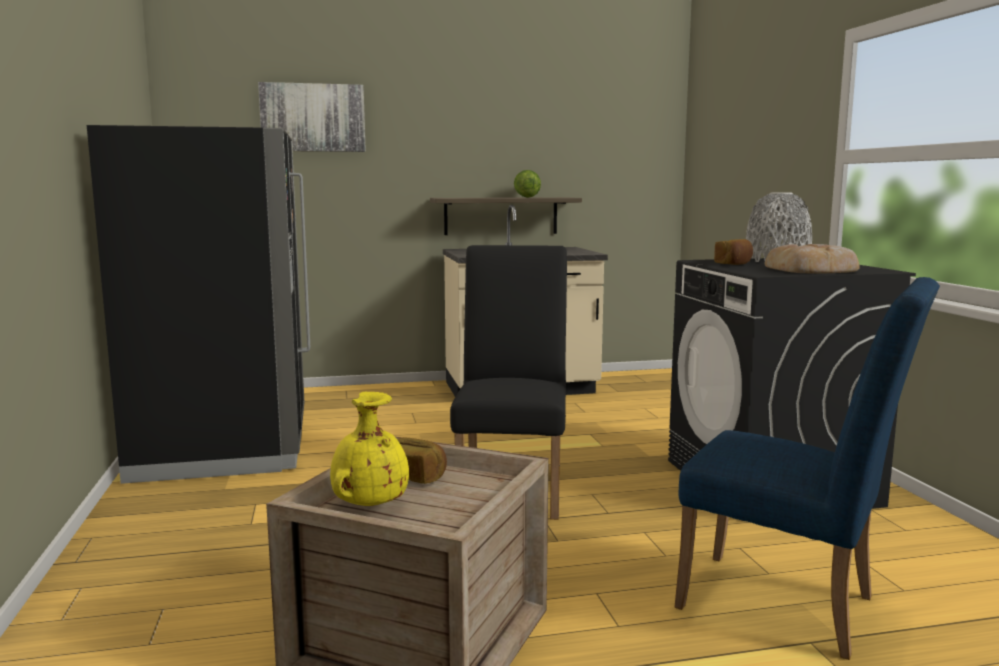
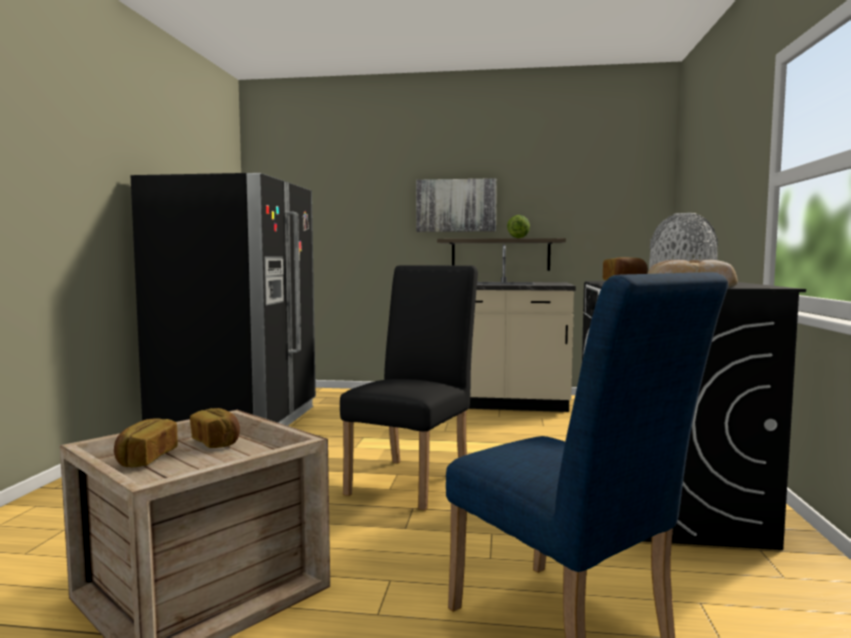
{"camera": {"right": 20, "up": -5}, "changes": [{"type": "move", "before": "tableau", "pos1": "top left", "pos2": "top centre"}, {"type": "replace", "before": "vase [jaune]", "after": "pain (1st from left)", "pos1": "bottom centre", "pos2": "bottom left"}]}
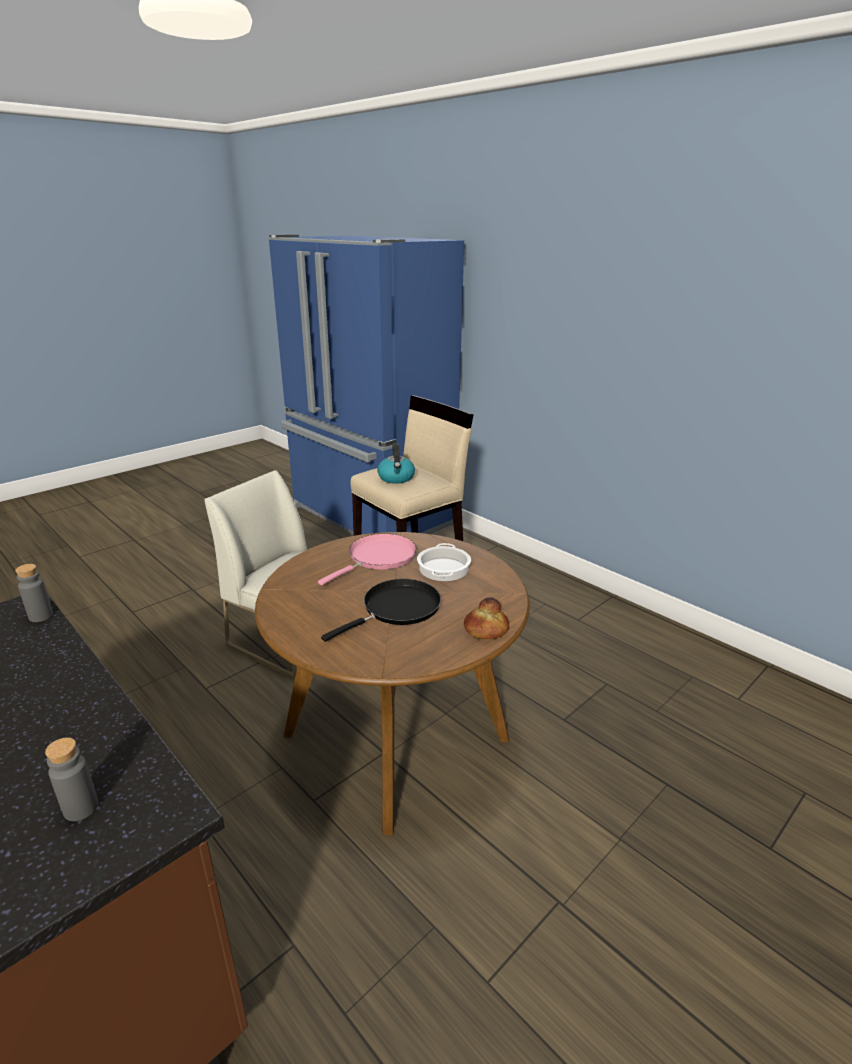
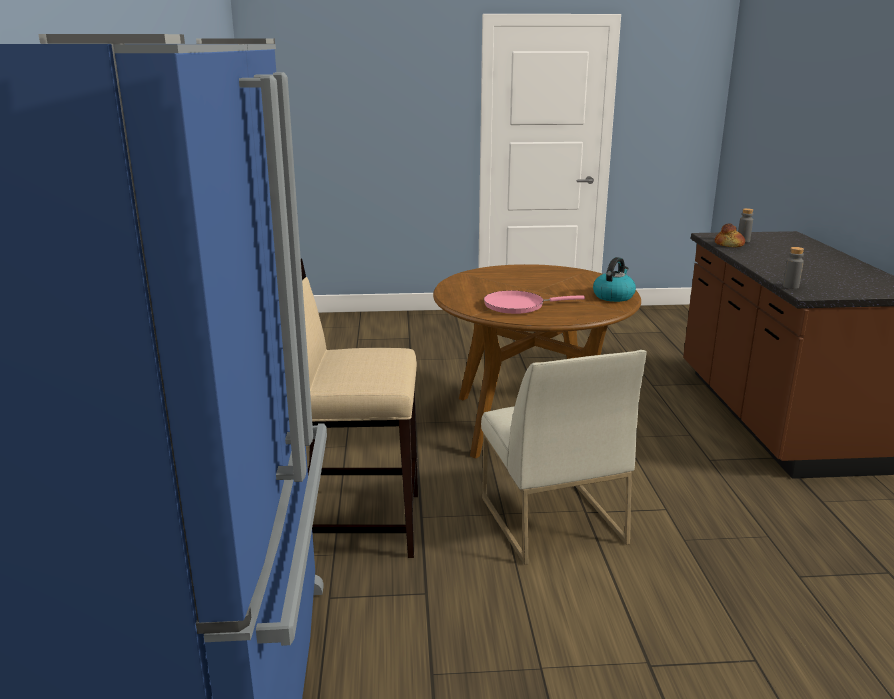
{"camera": {"right": -140, "up": -5}, "changes": [{"type": "move", "before": "bouilloire", "pos1": "centre", "pos2": "middle right"}, {"type": "delete", "before": "marmite", "pos1": "centre"}, {"type": "delete", "before": "poêle [noir]", "pos1": "centre"}, {"type": "move", "before": "pain", "pos1": "centre", "pos2": "middle right"}]}
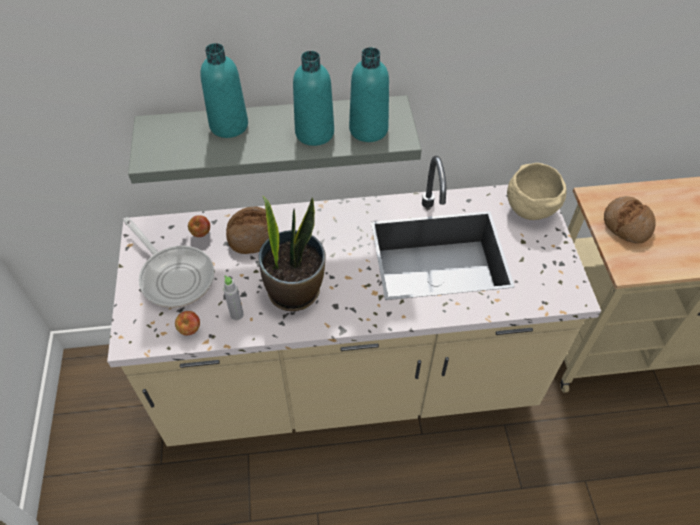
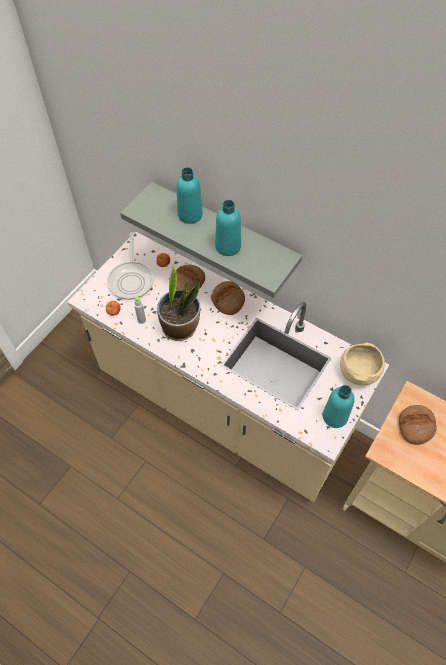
{"camera": {"right": 40, "up": 5}, "changes": [{"type": "move", "before": "bouteille [turquoise] (3rd from left)", "pos1": "top centre", "pos2": "middle right"}, {"type": "insert", "after": "pain (2nd from left)", "pos2": "centre"}]}
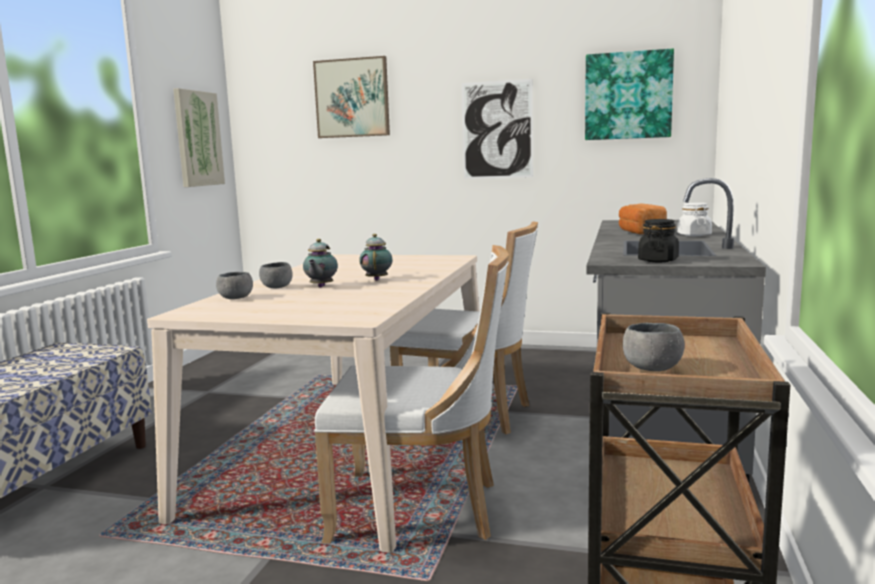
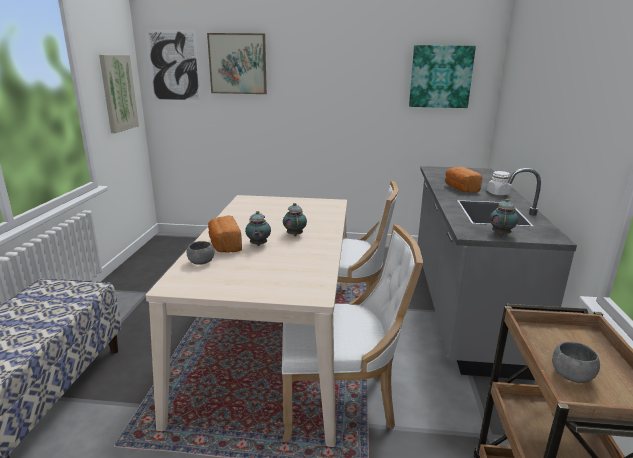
{"camera": {"right": -10, "up": 10}, "changes": [{"type": "move", "before": "tableau (3rd from left in the first image)", "after": "tableau (2nd from left)", "pos1": "top centre", "pos2": "top left"}, {"type": "replace", "before": "bocal [noir]", "after": "théière (3rd from left)", "pos1": "middle right", "pos2": "middle right"}, {"type": "replace", "before": "bol [gris] (2nd from left)", "after": "pain (1st from left)", "pos1": "middle left", "pos2": "centre"}]}
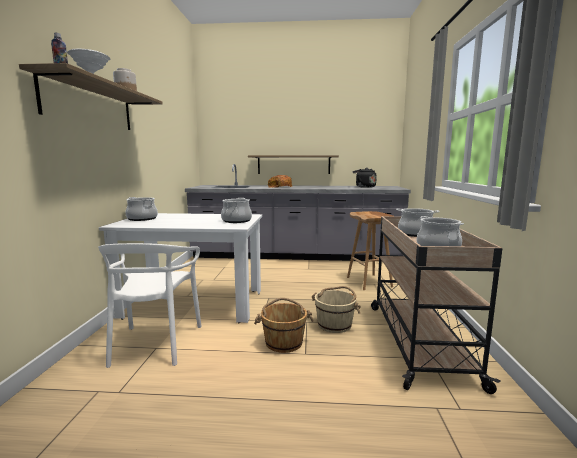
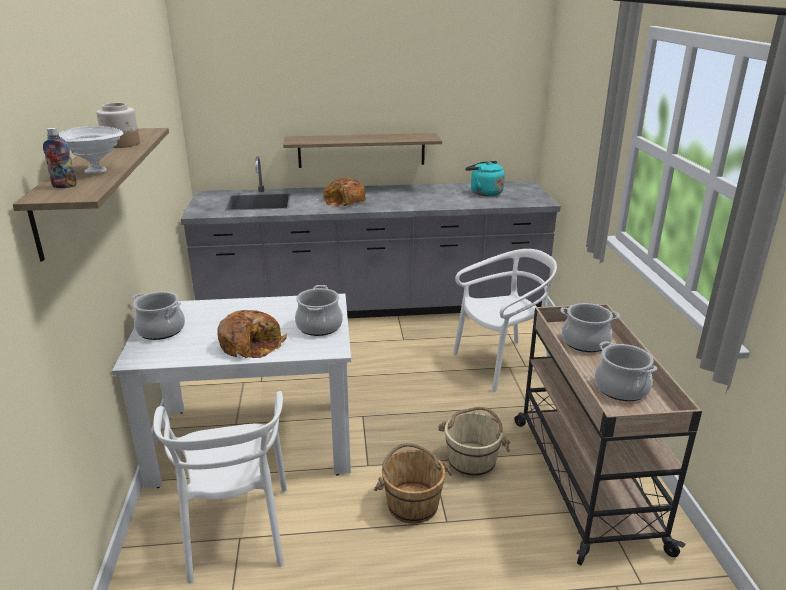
{"camera": {"right": -10, "up": 15}, "changes": [{"type": "recolor", "before": "bouilloire [noir]", "after": "bouilloire [turquoise]", "pos1": "centre", "pos2": "top centre"}, {"type": "replace", "before": "tabouret [marron]", "after": "chaise [blanc] (2nd from left)", "pos1": "centre", "pos2": "centre"}, {"type": "insert", "after": "pain (1st from left)", "pos2": "middle left"}]}
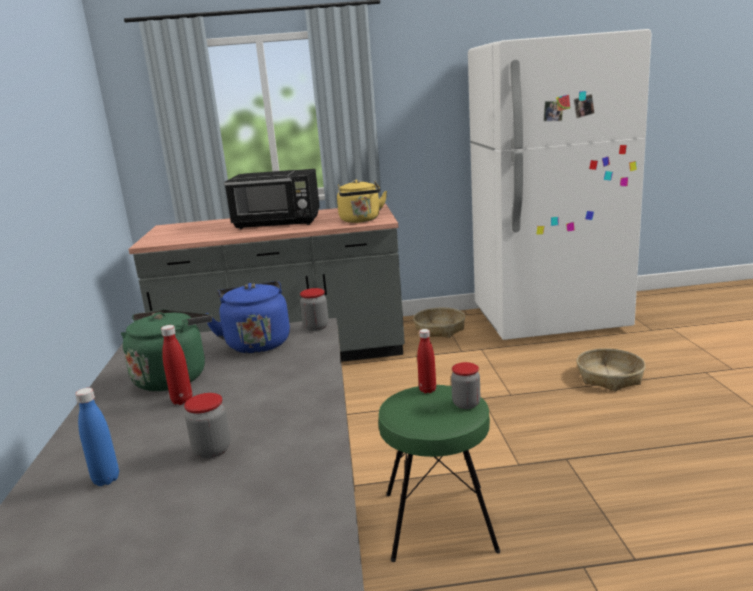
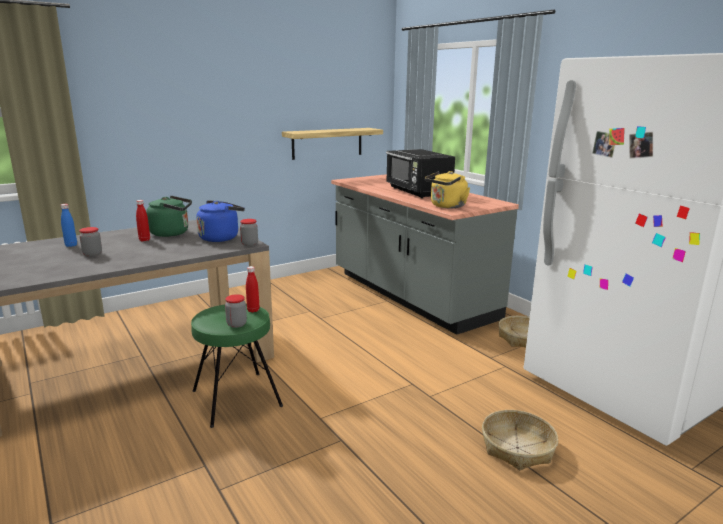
{"camera": {"right": 60, "up": 0}, "changes": [{"type": "insert", "after": "étagère", "pos2": "top centre"}]}
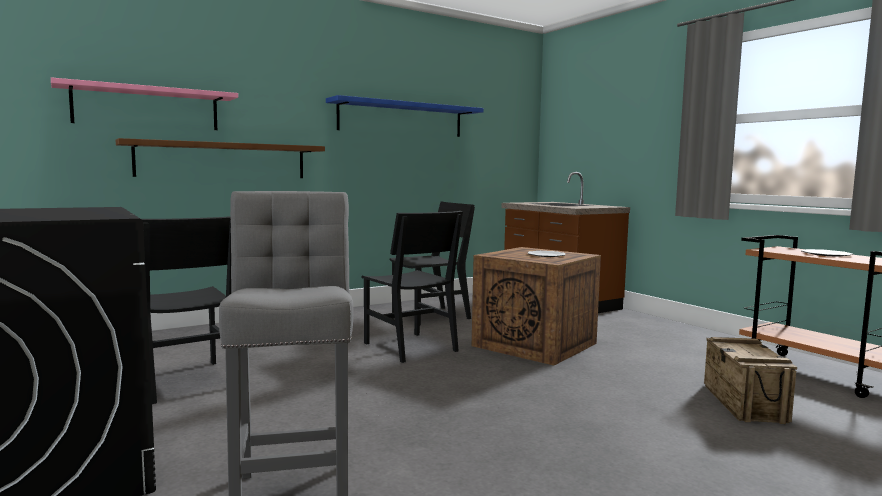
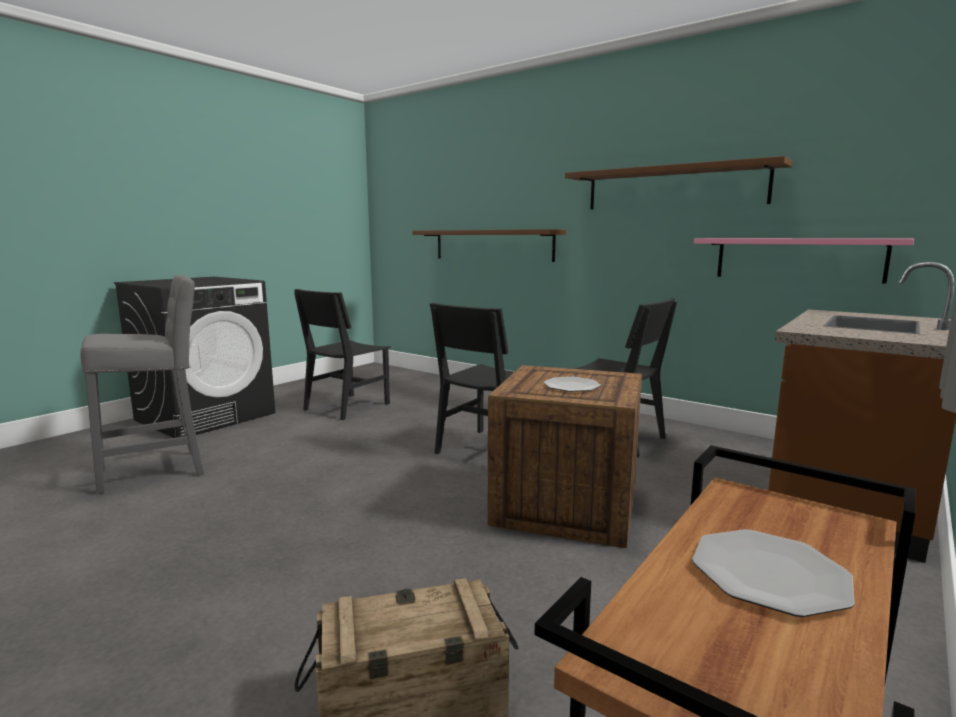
{"camera": {"right": 70, "up": 5}, "changes": [{"type": "move", "before": "étagère [rose]", "pos1": "top left", "pos2": "middle right"}, {"type": "recolor", "before": "étagère [bleu]", "after": "étagère [marron] (2nd from left)", "pos1": "top centre", "pos2": "top right"}]}
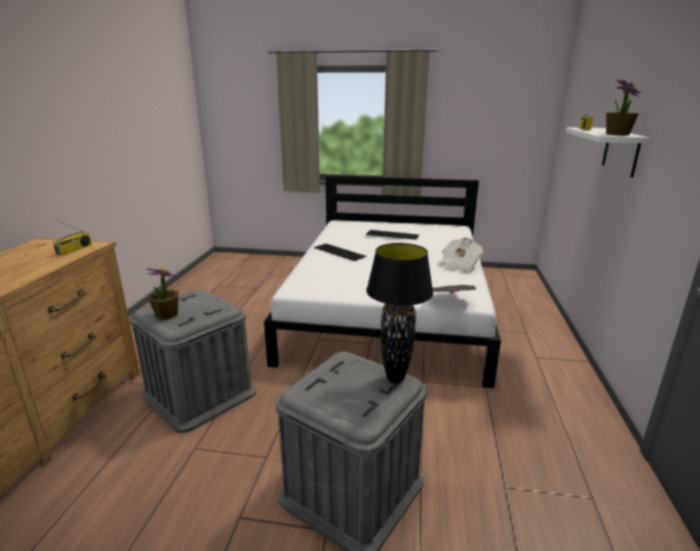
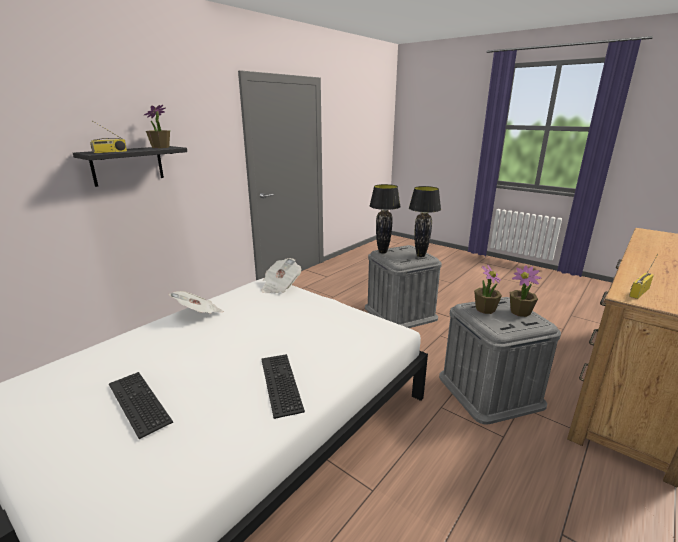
{"camera": {"right": -150, "up": 0}, "changes": [{"type": "recolor", "before": "étagère [blanc]", "after": "étagère [noir]", "pos1": "top right", "pos2": "top left"}, {"type": "insert", "after": "lampe de table [noir] (2nd from left)", "pos2": "centre"}, {"type": "insert", "after": "plante en pot (2nd from left)", "pos2": "middle right"}]}
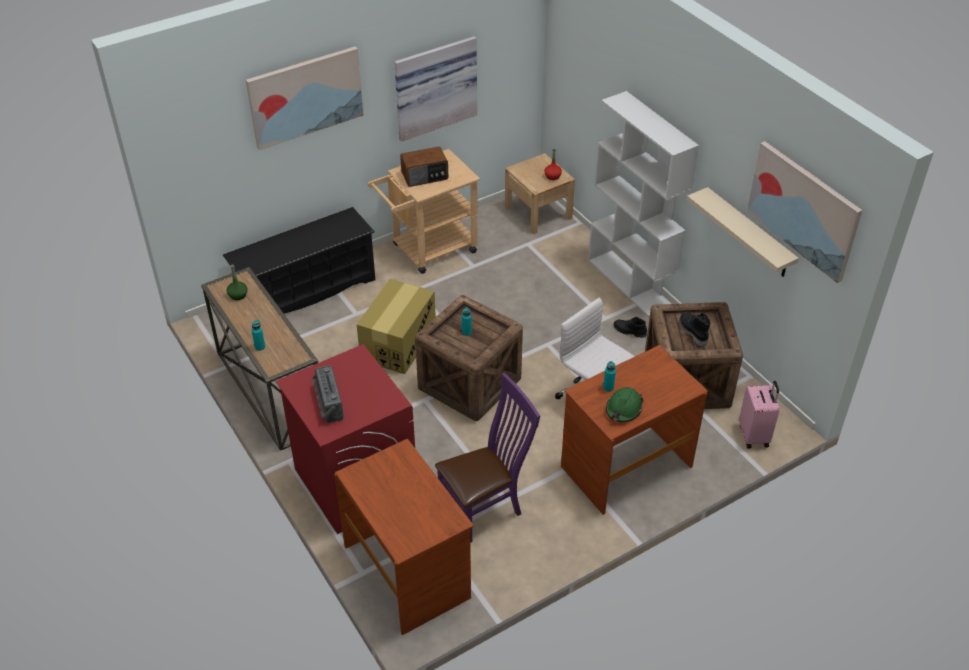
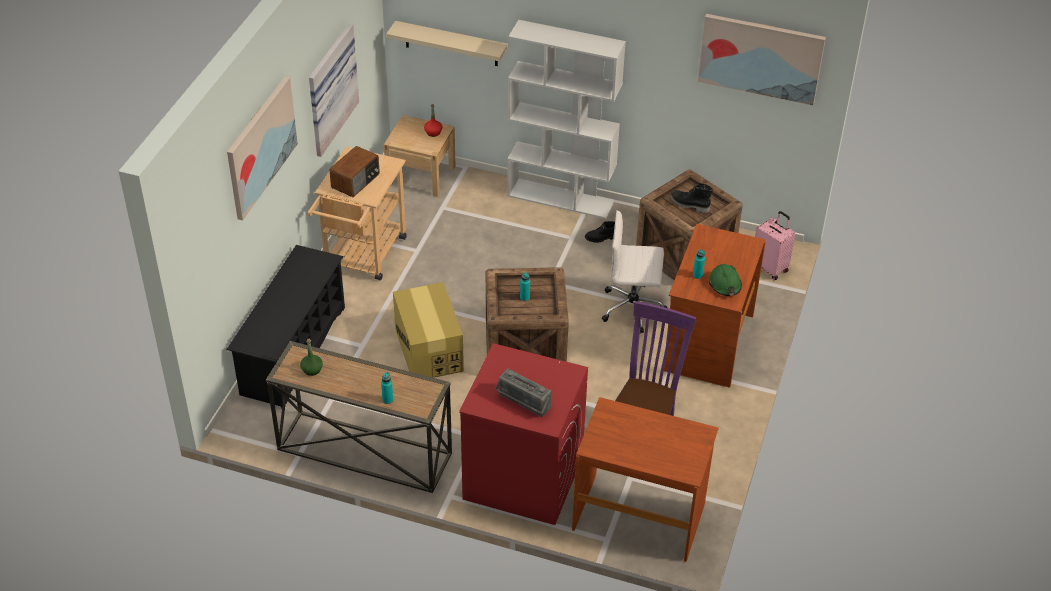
{"camera": {"right": -40, "up": 0}, "changes": [{"type": "move", "before": "étagère [beige]", "pos1": "middle right", "pos2": "top centre"}]}
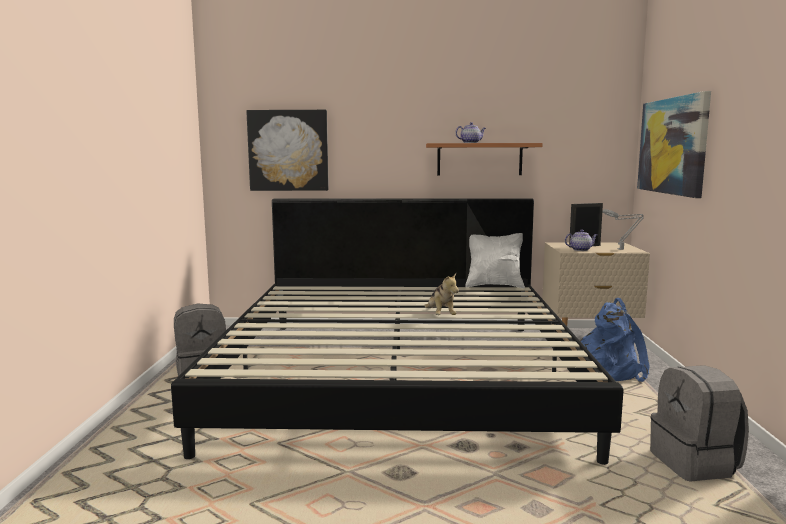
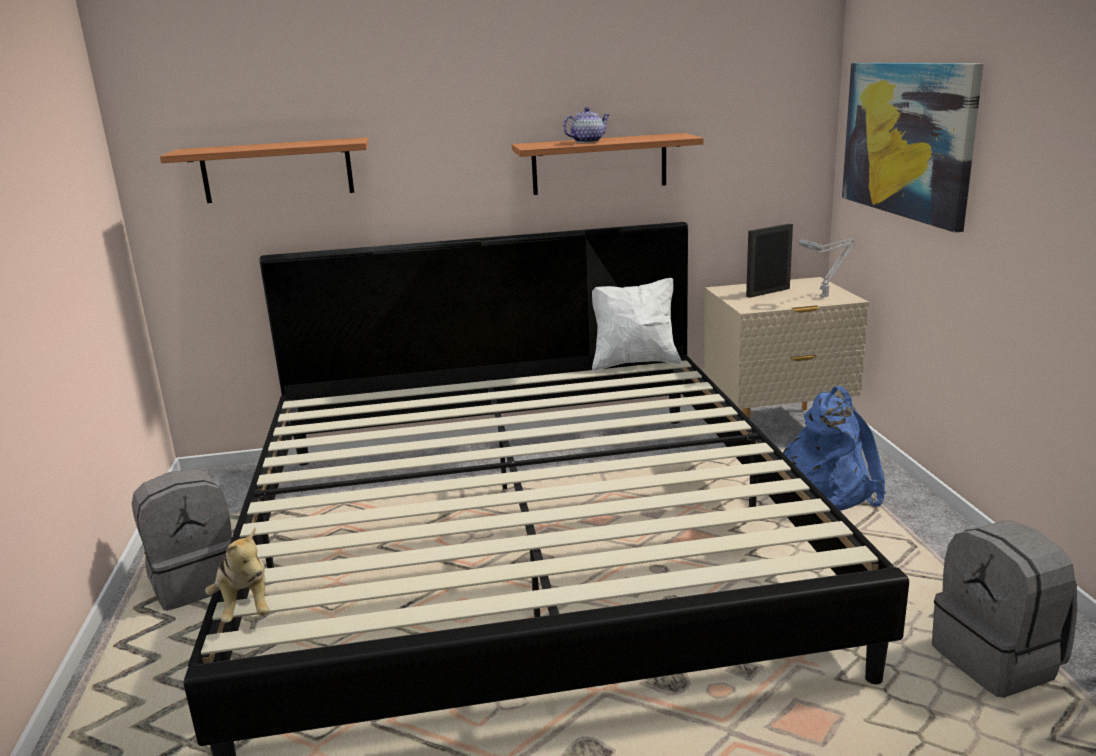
{"camera": {"right": -10, "up": 10}, "changes": [{"type": "replace", "before": "tableau (1st from left)", "after": "étagère (1st from left)", "pos1": "top centre", "pos2": "top left"}, {"type": "delete", "before": "théière (2nd from left)", "pos1": "middle right"}, {"type": "move", "before": "peluche", "pos1": "centre", "pos2": "bottom left"}]}
